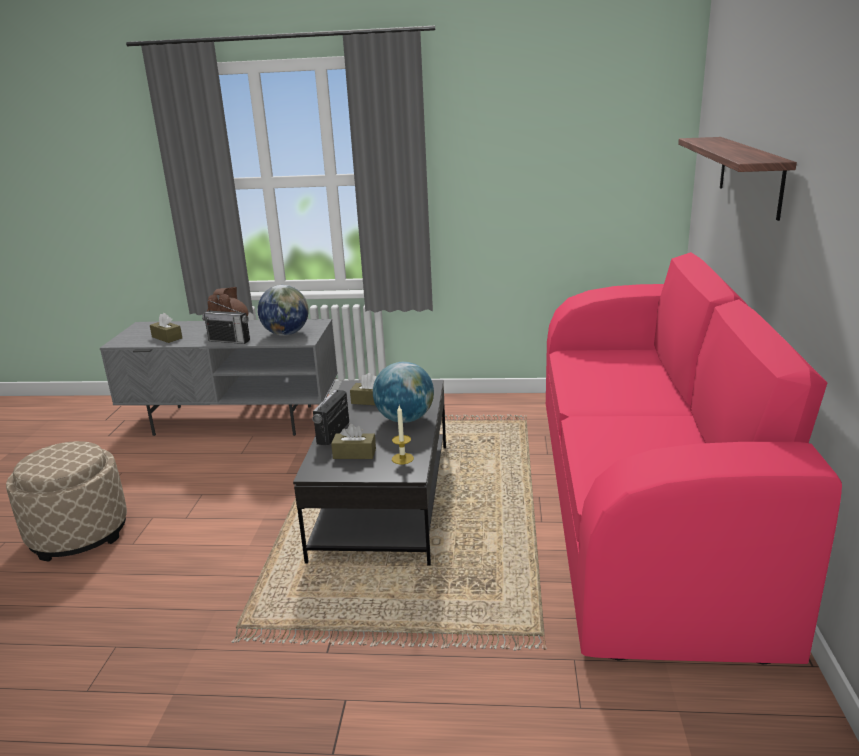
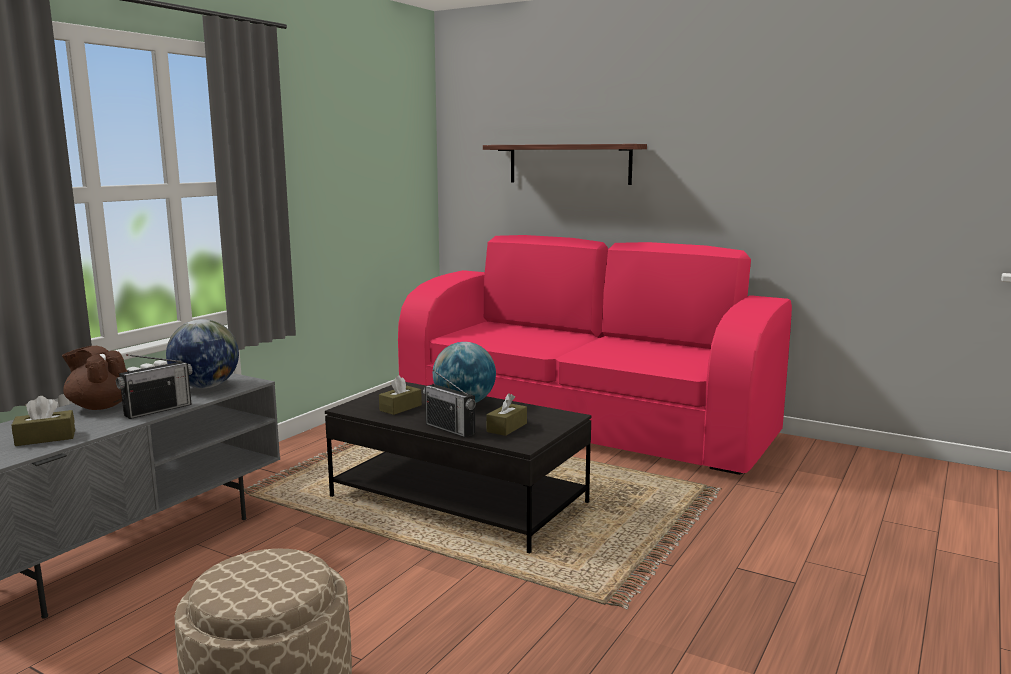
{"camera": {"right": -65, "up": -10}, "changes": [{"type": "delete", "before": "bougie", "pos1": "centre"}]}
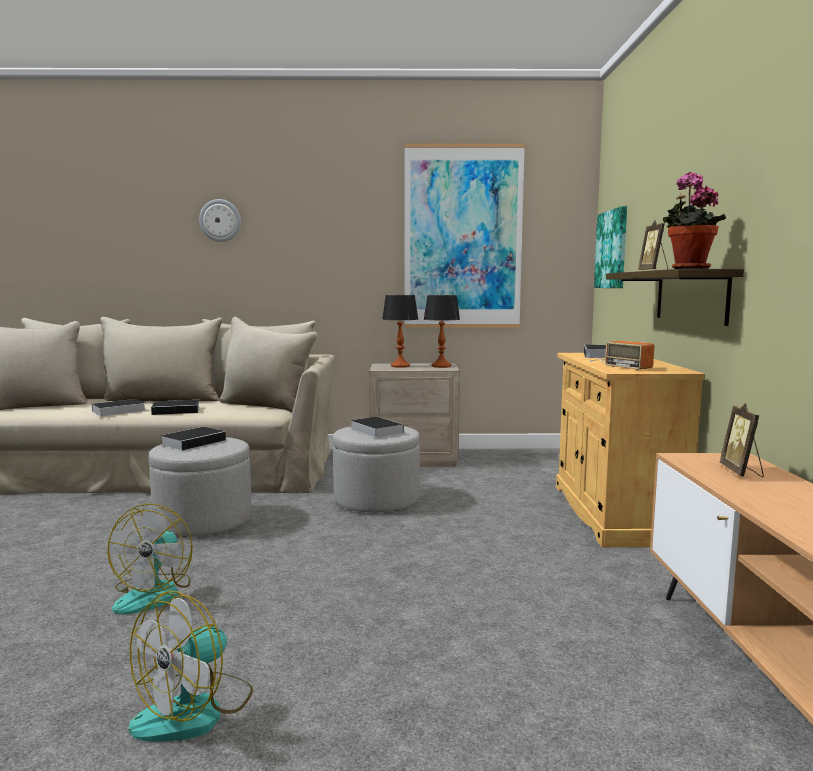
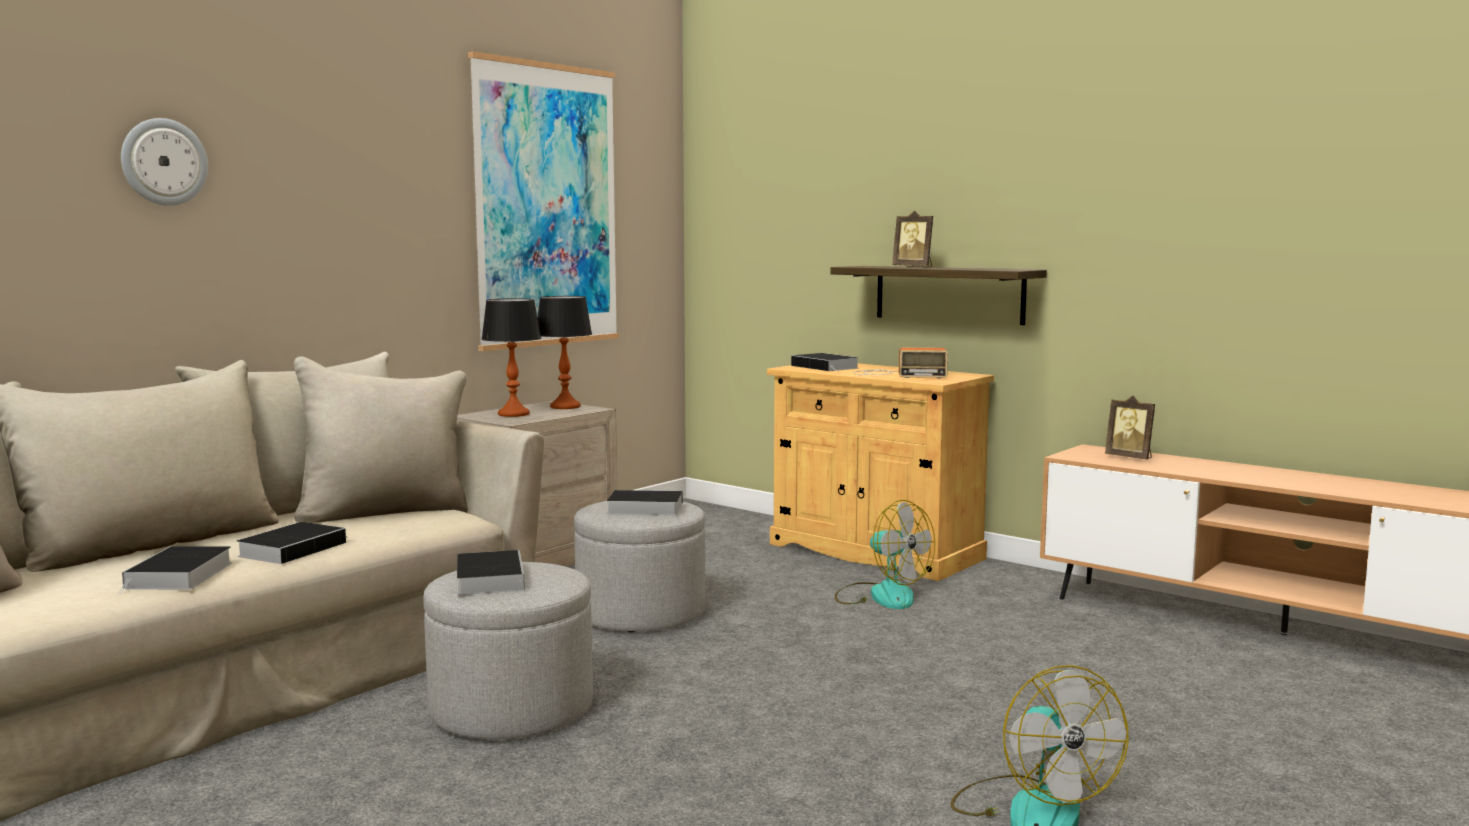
{"camera": {"right": -50, "up": 0}, "changes": [{"type": "delete", "before": "plante en pot", "pos1": "top right"}, {"type": "delete", "before": "tableau (2nd from left)", "pos1": "top right"}, {"type": "move", "before": "ventilateur (1st from left)", "pos1": "bottom left", "pos2": "bottom centre"}]}
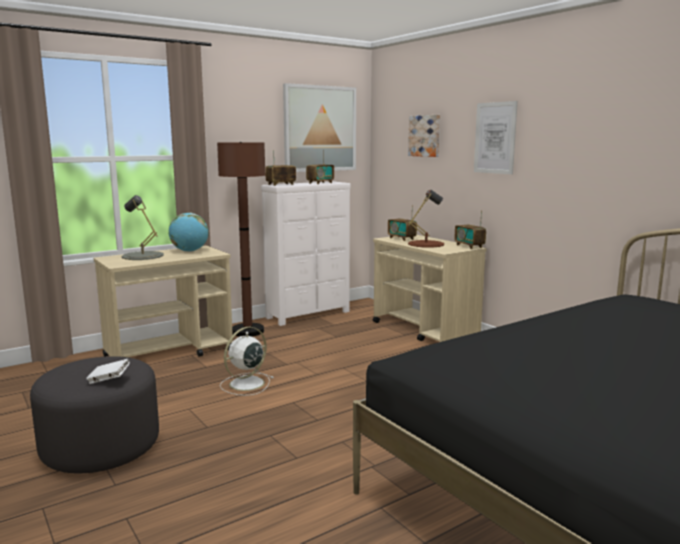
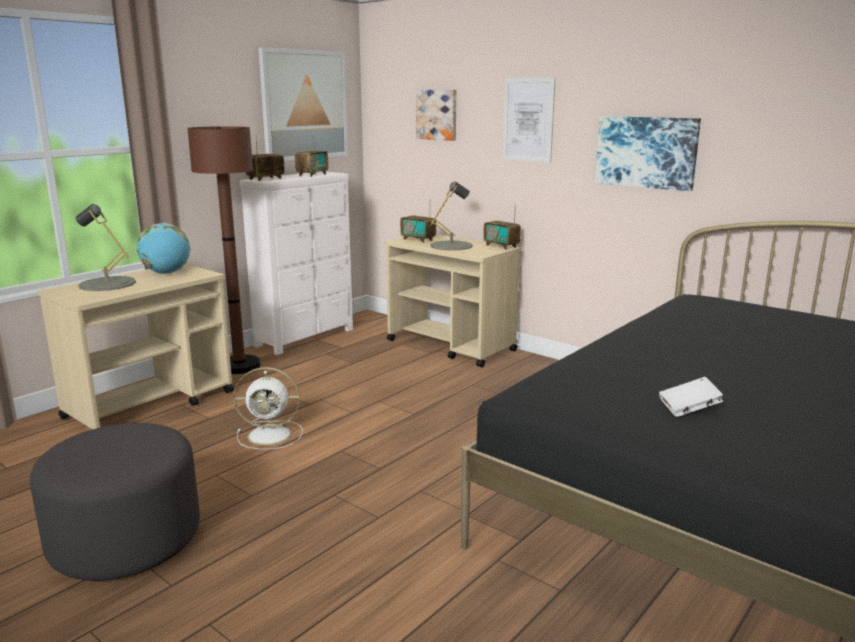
{"camera": {"right": -15, "up": 5}, "changes": [{"type": "recolor", "before": "lampe de table [marron]", "after": "lampe de table [gris] (2nd from left)", "pos1": "centre", "pos2": "centre"}, {"type": "rotate", "before": "ventilateur [blanc]", "pos1": "centre", "pos2": "middle left", "turn": -120}, {"type": "move", "before": "livre [blanc]", "pos1": "bottom left", "pos2": "middle right"}, {"type": "insert", "after": "tableau (4th from left)", "pos2": "top right"}]}
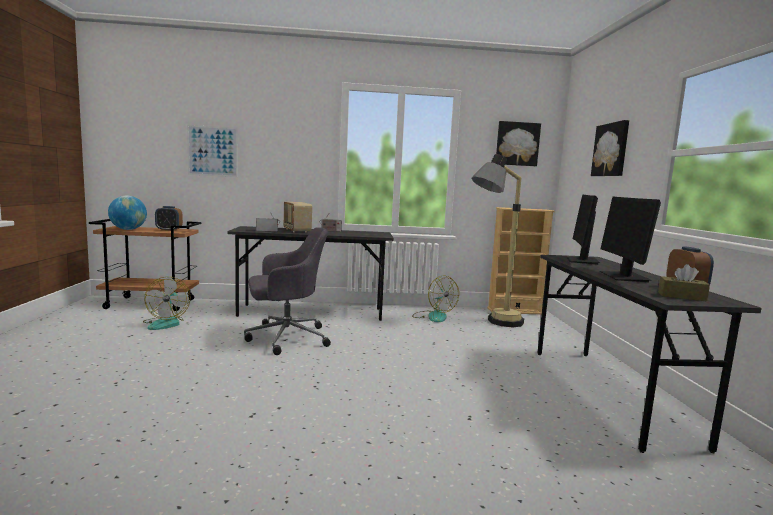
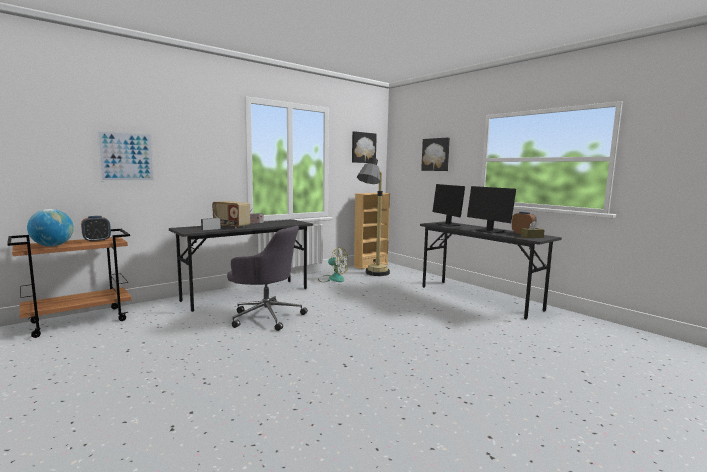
{"camera": {"right": -35, "up": 0}, "changes": [{"type": "rotate", "before": "chaise de bureau [gris]", "pos1": "centre", "pos2": "centre", "turn": 75}, {"type": "delete", "before": "ventilateur (1st from left)", "pos1": "middle left"}]}
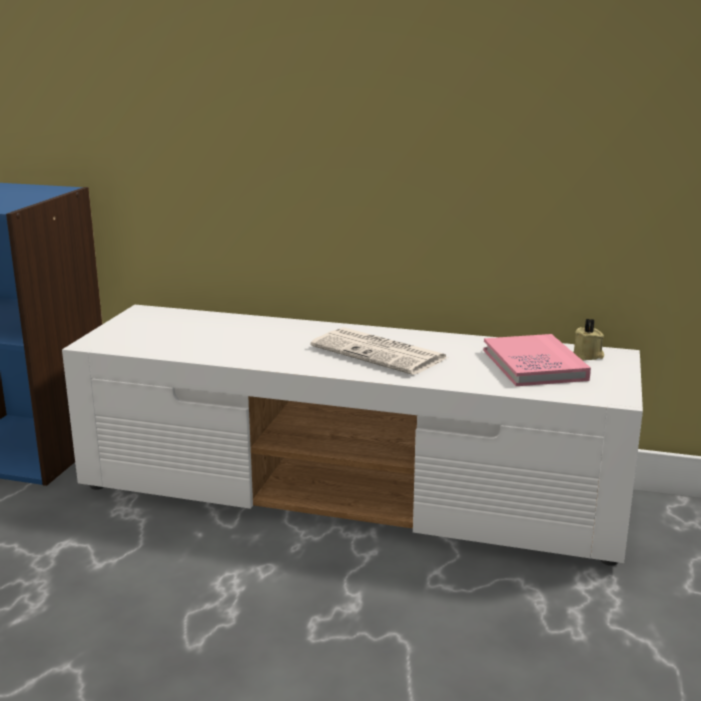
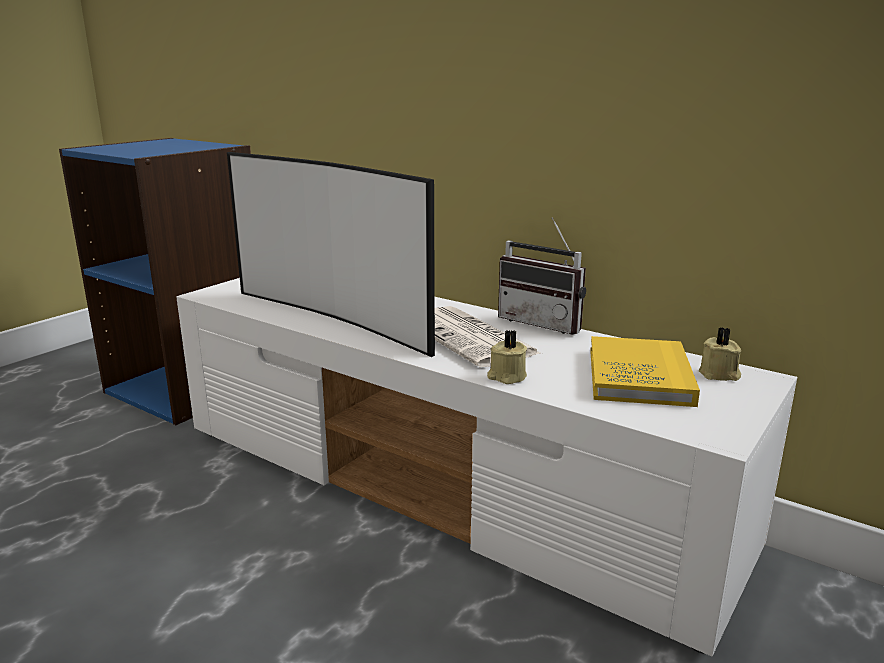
{"camera": {"right": 20, "up": 0}, "changes": [{"type": "recolor", "before": "livre [rose]", "after": "livre [jaune]", "pos1": "middle right", "pos2": "middle right"}, {"type": "insert", "after": "téléviseur", "pos2": "centre"}, {"type": "insert", "after": "radio", "pos2": "centre"}, {"type": "insert", "after": "bougie [beige] (1st from left)", "pos2": "centre"}]}
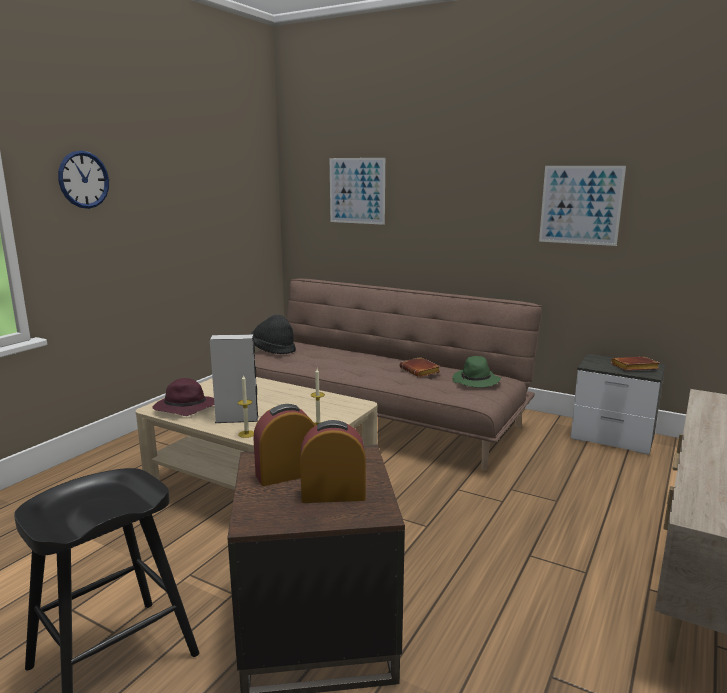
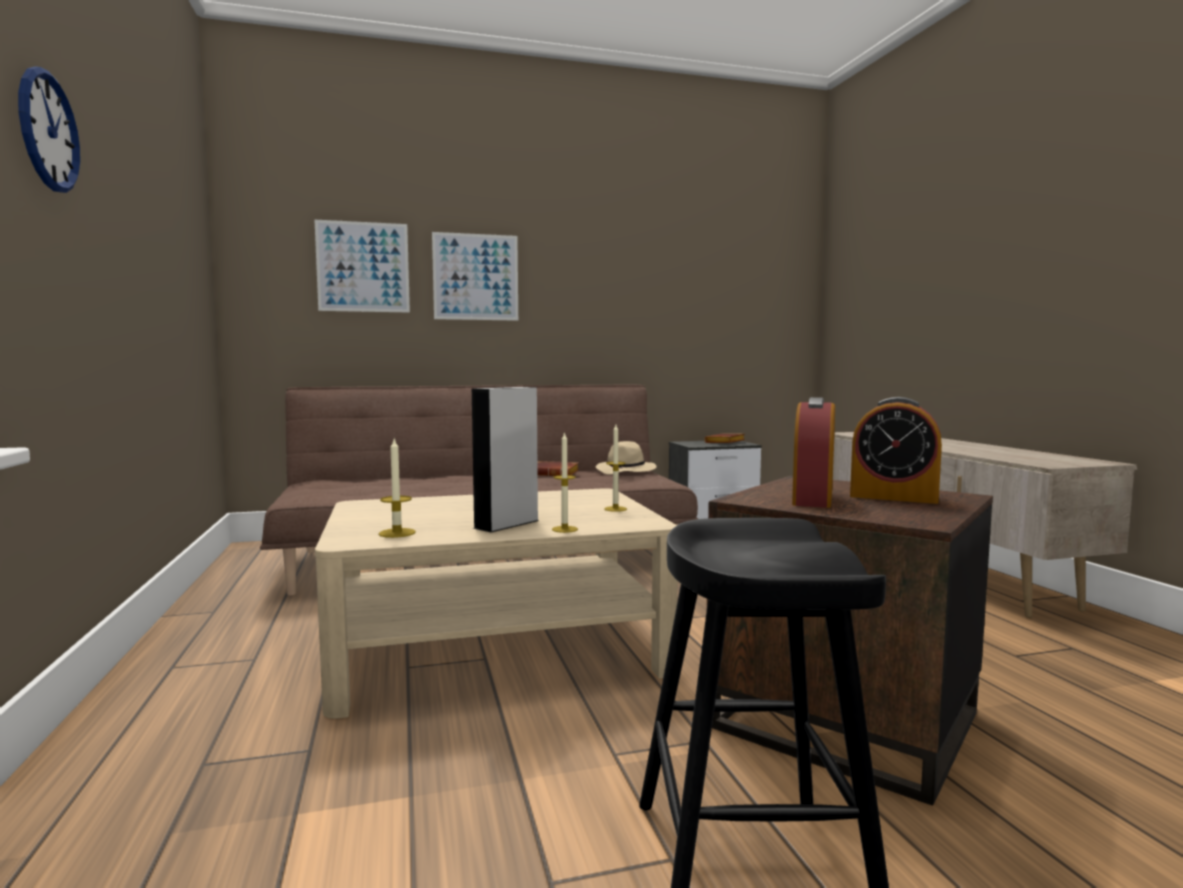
{"camera": {"right": -45, "up": -10}, "changes": [{"type": "move", "before": "tableau (2nd from left)", "pos1": "top right", "pos2": "top centre"}, {"type": "delete", "before": "chapeau [noir]", "pos1": "centre"}, {"type": "recolor", "before": "chapeau [vert]", "after": "chapeau [beige]", "pos1": "centre", "pos2": "centre"}, {"type": "replace", "before": "chapeau [violet]", "after": "bougie (1st from left)", "pos1": "middle left", "pos2": "centre"}, {"type": "rotate", "before": "réveil (2nd from left)", "pos1": "centre", "pos2": "middle right", "turn": -105}]}
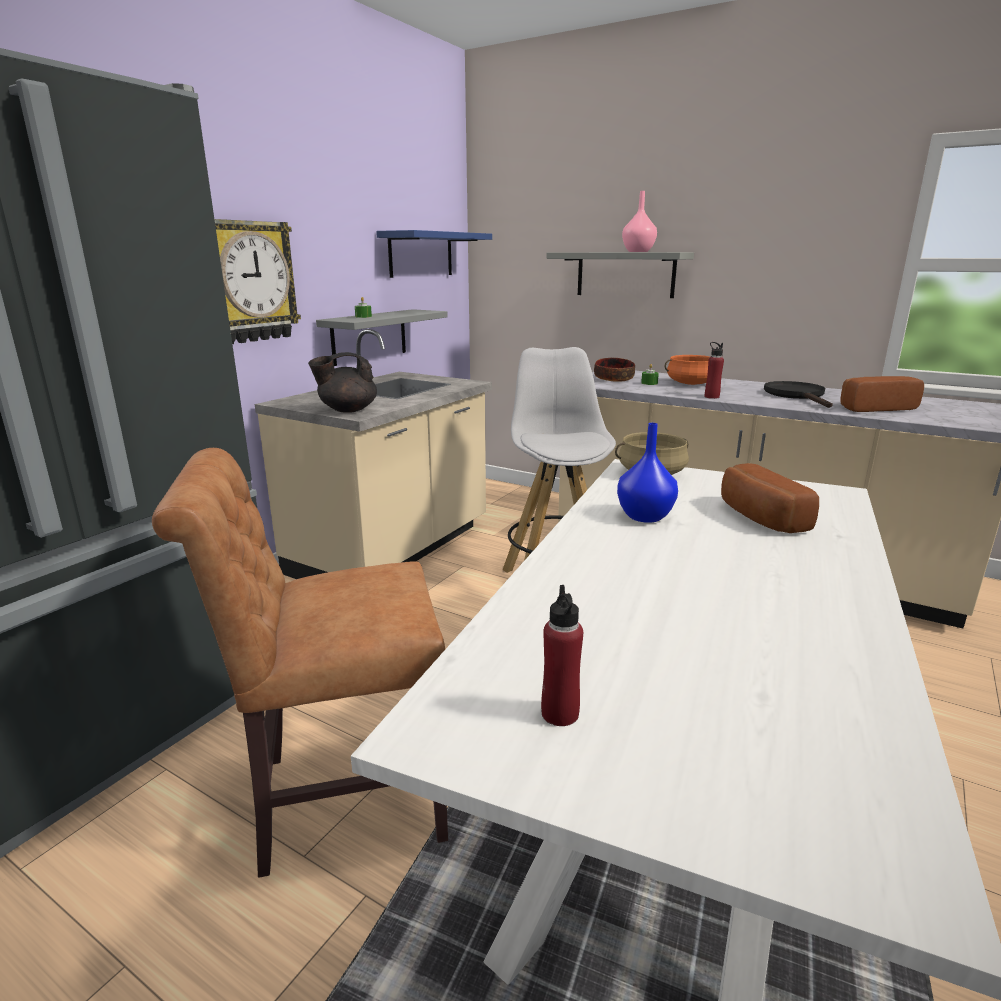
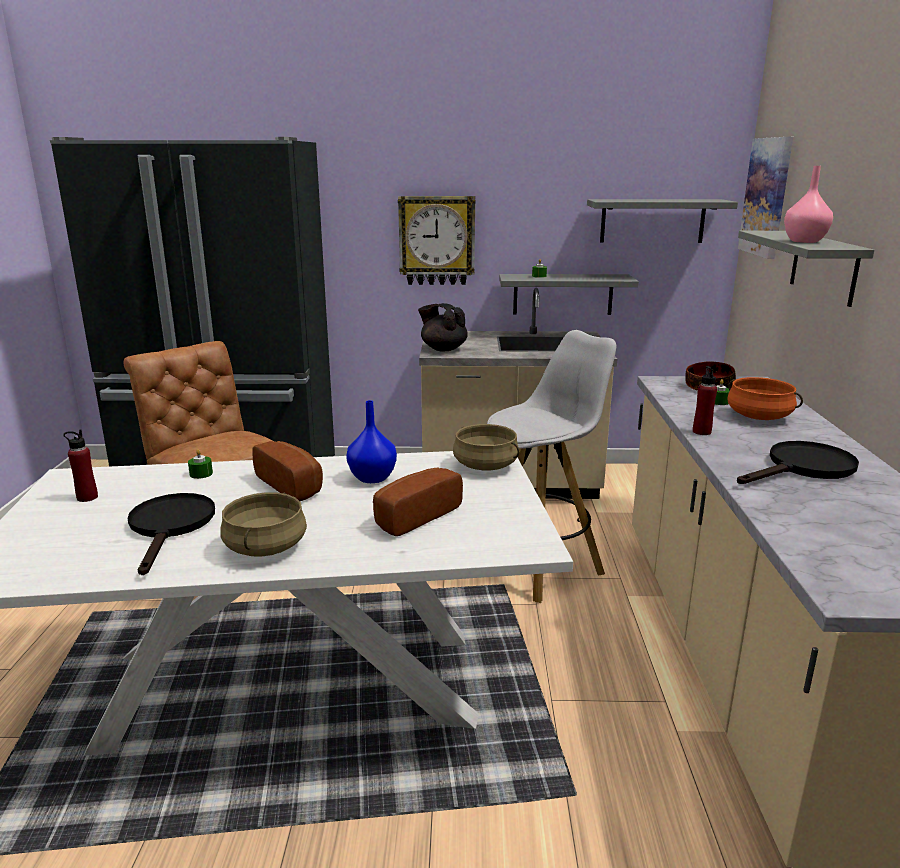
{"camera": {"right": 60, "up": 0}, "changes": [{"type": "recolor", "before": "étagère [bleu]", "after": "étagère [gris] (2nd from left)", "pos1": "top centre", "pos2": "top right"}, {"type": "move", "before": "pain (2nd from left in the first image)", "after": "pain (1st from left)", "pos1": "middle right", "pos2": "middle left"}, {"type": "insert", "after": "tableau", "pos2": "top right"}, {"type": "insert", "after": "bougie [vert] (1st from left)", "pos2": "middle left"}, {"type": "insert", "after": "marmite [beige] (1st from left)", "pos2": "middle left"}, {"type": "insert", "after": "poêle [noir] (1st from left)", "pos2": "middle left"}]}
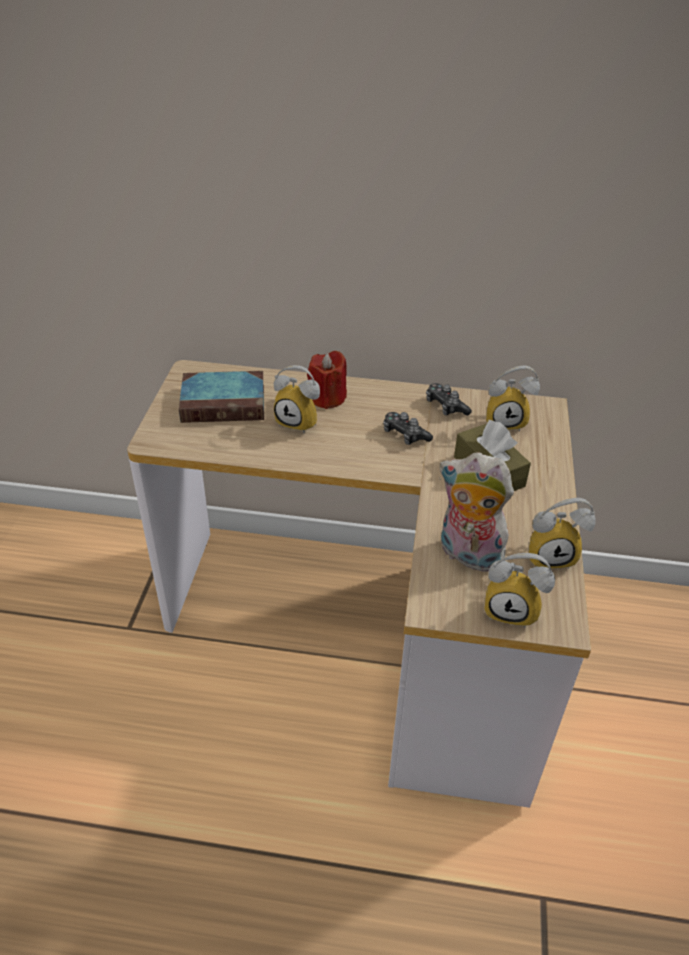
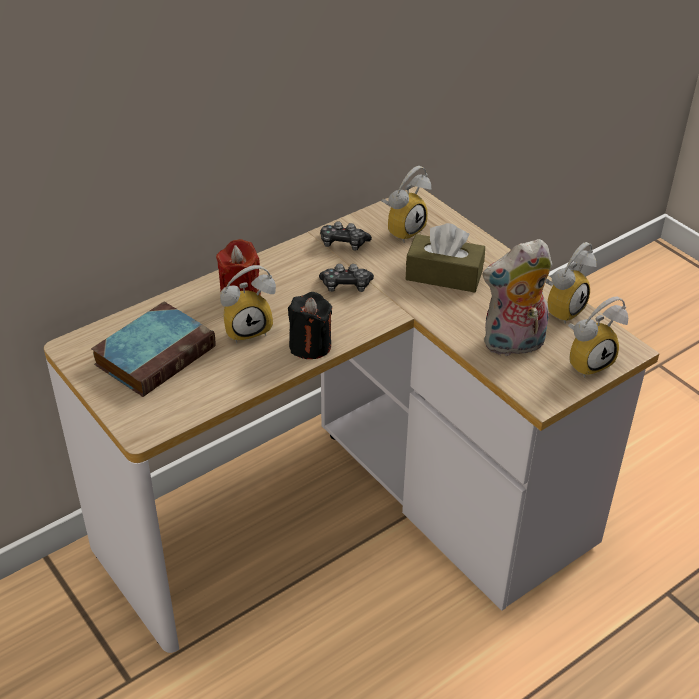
{"camera": {"right": -45, "up": 0}, "changes": [{"type": "insert", "after": "bougie [noir]", "pos2": "centre"}]}
